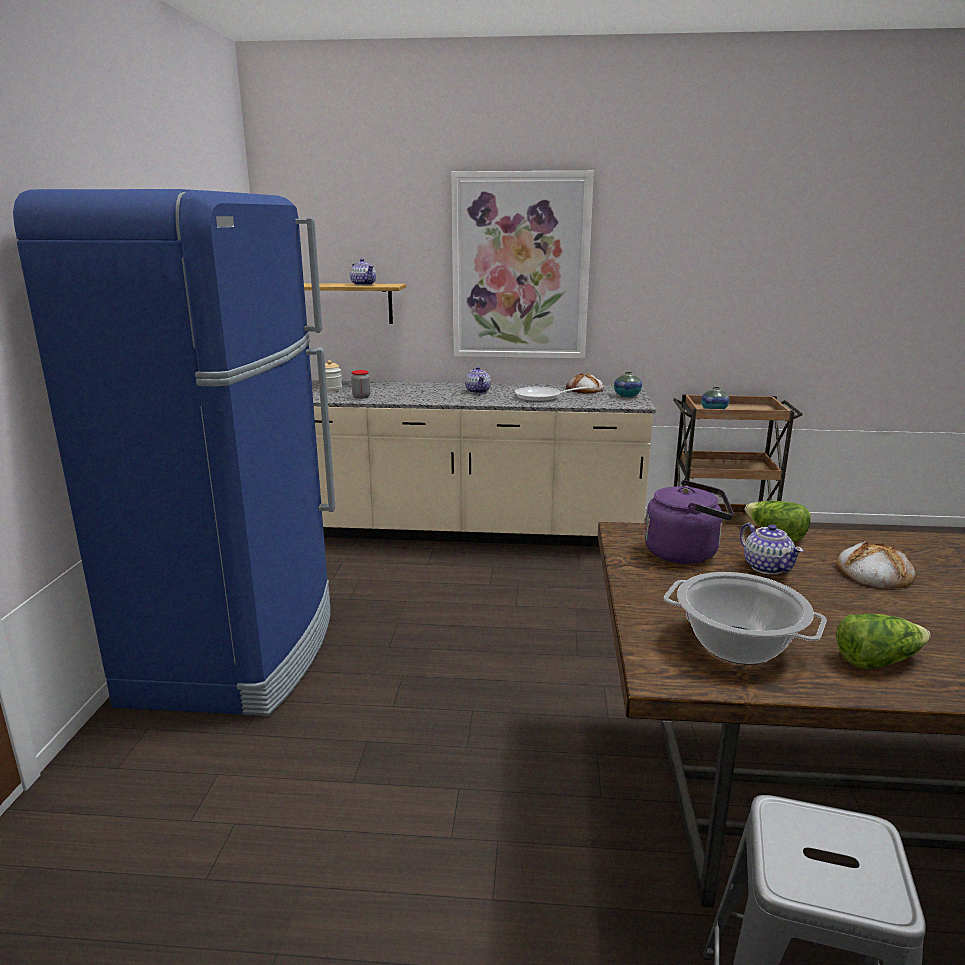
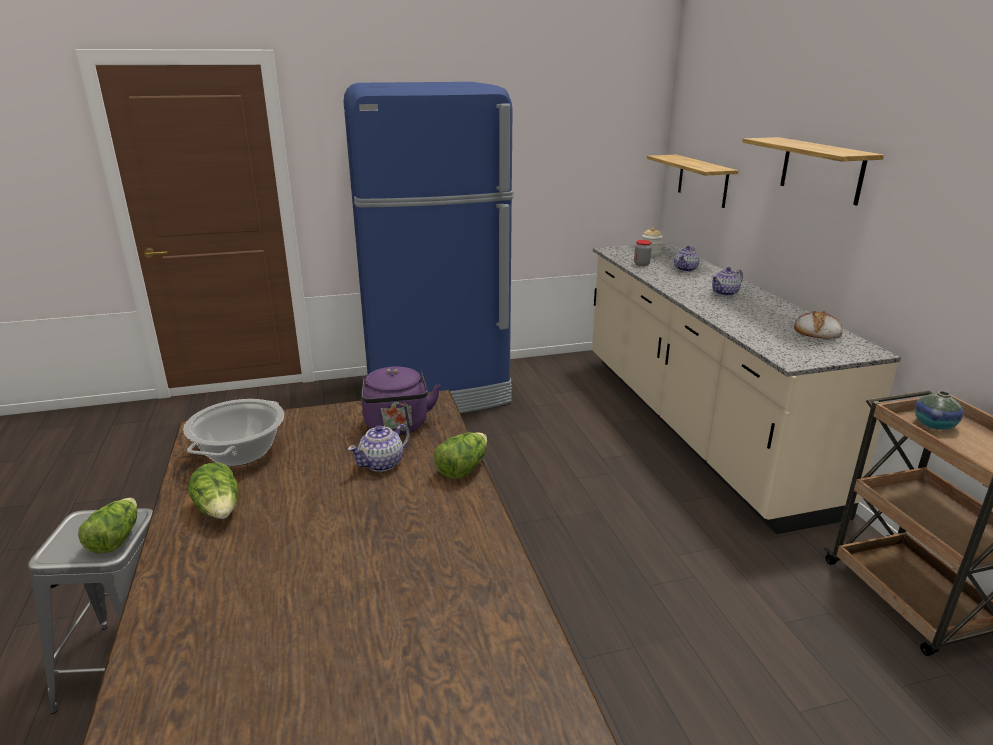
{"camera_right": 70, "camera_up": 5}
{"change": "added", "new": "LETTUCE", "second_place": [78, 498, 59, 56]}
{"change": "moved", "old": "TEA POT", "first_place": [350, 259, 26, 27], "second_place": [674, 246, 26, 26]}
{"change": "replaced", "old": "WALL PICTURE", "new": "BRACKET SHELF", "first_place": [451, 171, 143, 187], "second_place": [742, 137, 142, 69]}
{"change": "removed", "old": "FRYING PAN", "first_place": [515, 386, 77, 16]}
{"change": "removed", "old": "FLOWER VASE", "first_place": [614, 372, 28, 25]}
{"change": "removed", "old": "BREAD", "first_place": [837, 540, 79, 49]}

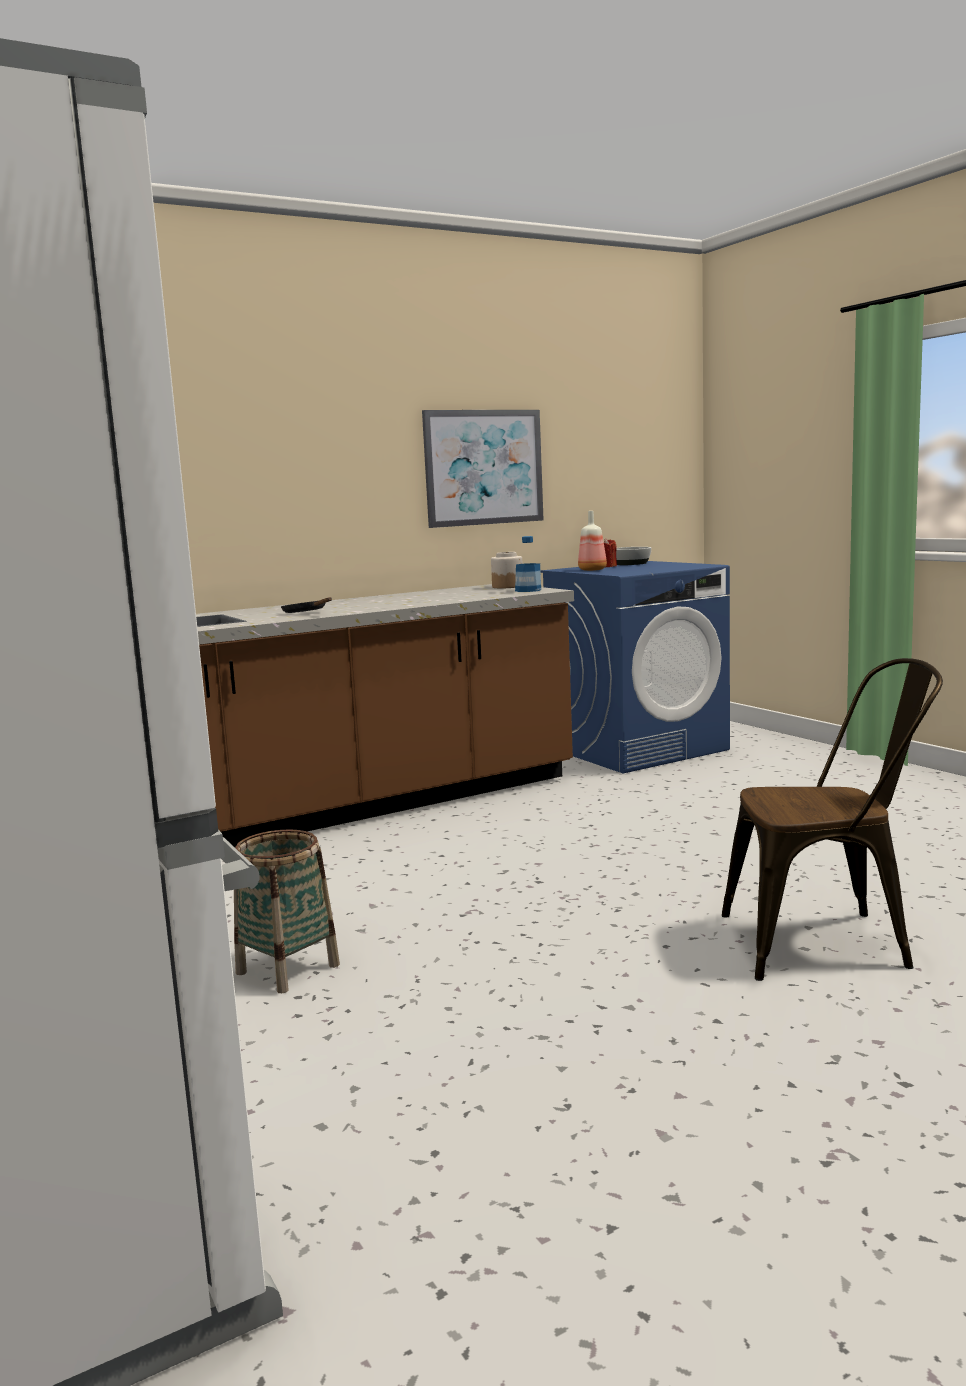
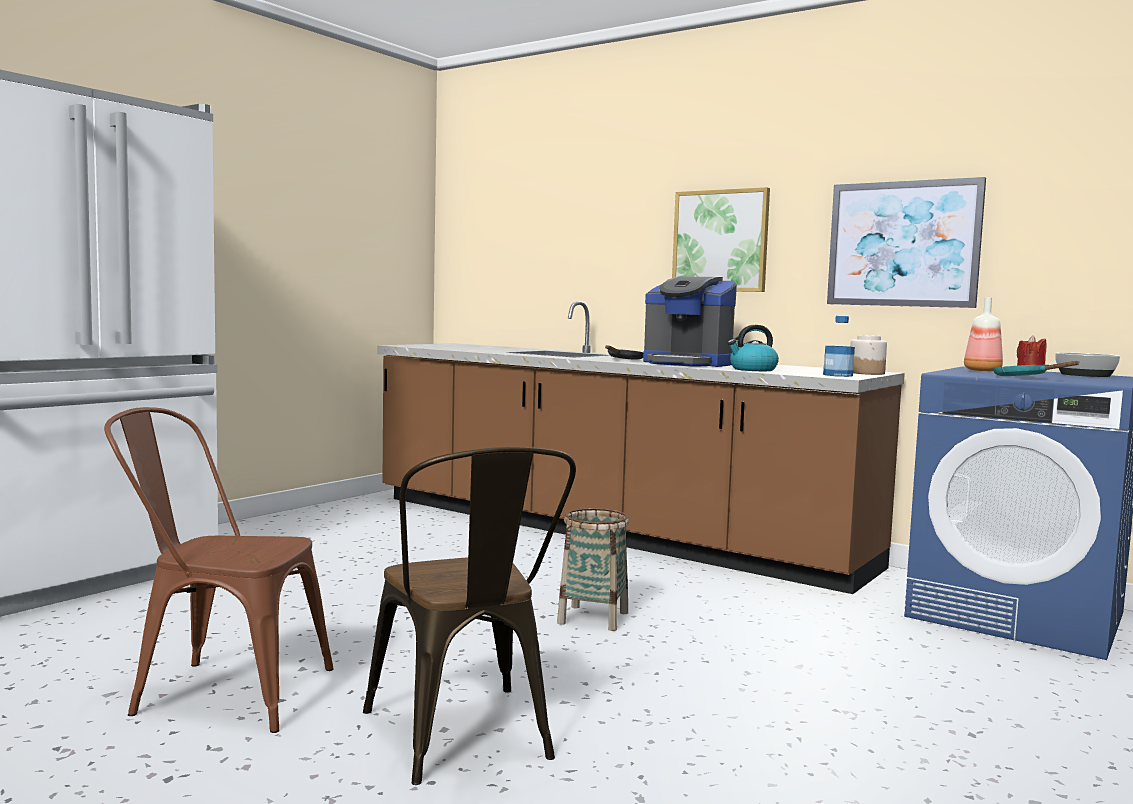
{"camera_right": 65, "camera_up": -5}
{"change": "added", "new": "BROWN-COLOURED UPRIGHT CHAIR", "second_place": [104, 407, 230, 326]}
{"change": "moved", "old": "HOUSEHOLD BASKET", "first_place": [234, 829, 106, 164], "second_place": [557, 508, 72, 123]}
{"change": "added", "new": "COFFEE MAKER", "second_place": [643, 277, 94, 90]}
{"change": "added", "new": "WALL PICTURE", "second_place": [672, 187, 98, 105]}
{"change": "added", "new": "TEA KETTLE", "second_place": [728, 325, 51, 46]}
{"change": "added", "new": "TURQUOISE-COLOURED FRYING PAN", "second_place": [992, 361, 87, 15]}

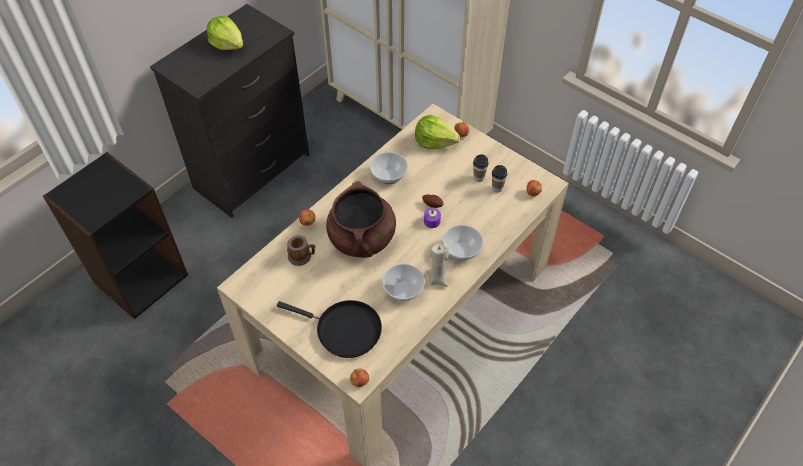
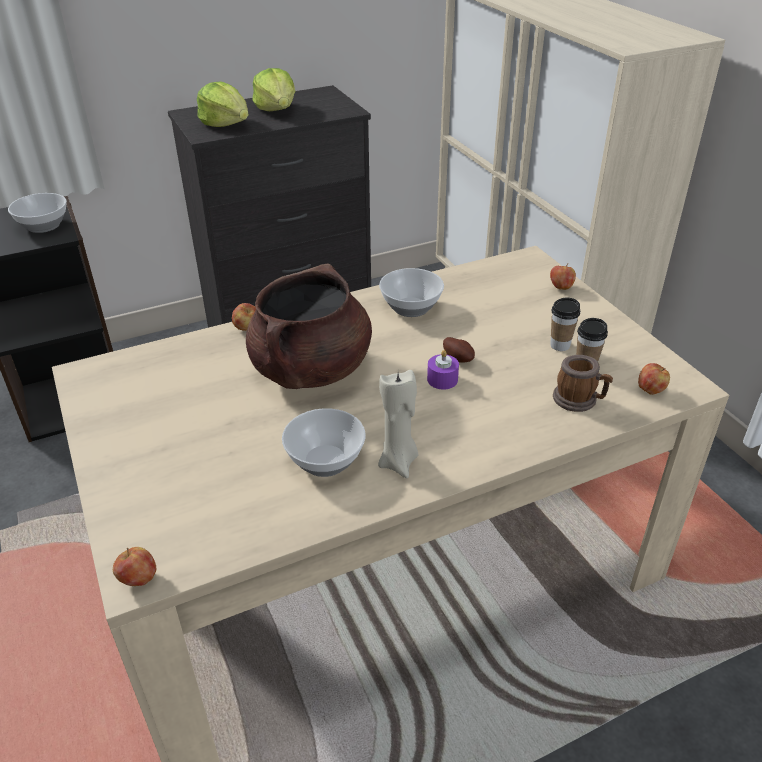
{"camera_right": 25, "camera_up": -15}
{"change": "moved", "old": "DEEP DISH", "first_place": [442, 225, 41, 35], "second_place": [8, 193, 59, 40]}
{"change": "moved", "old": "LETTUCE", "first_place": [415, 115, 45, 34], "second_place": [197, 81, 52, 46]}
{"change": "moved", "old": "COFFEE MUG", "first_place": [287, 235, 28, 31], "second_place": [553, 355, 60, 57]}
{"change": "removed", "old": "BLACK FRYING PAN", "first_place": [277, 300, 105, 58]}

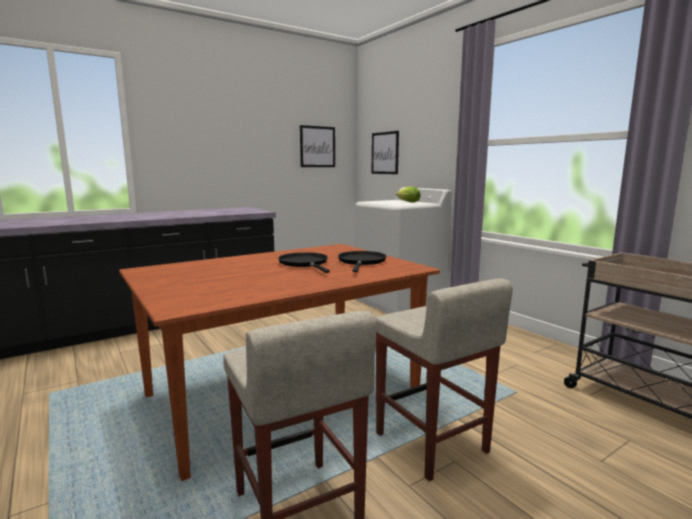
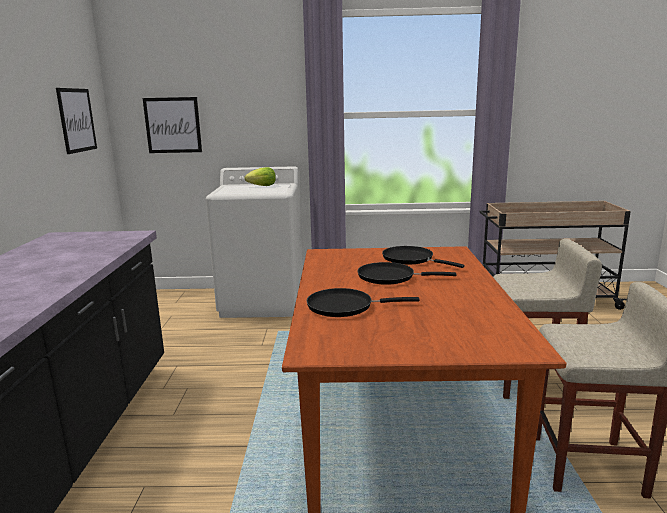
{"camera_right": -55, "camera_up": 5}
{"change": "added", "new": "BLACK FRYING PAN", "second_place": [306, 288, 113, 29]}

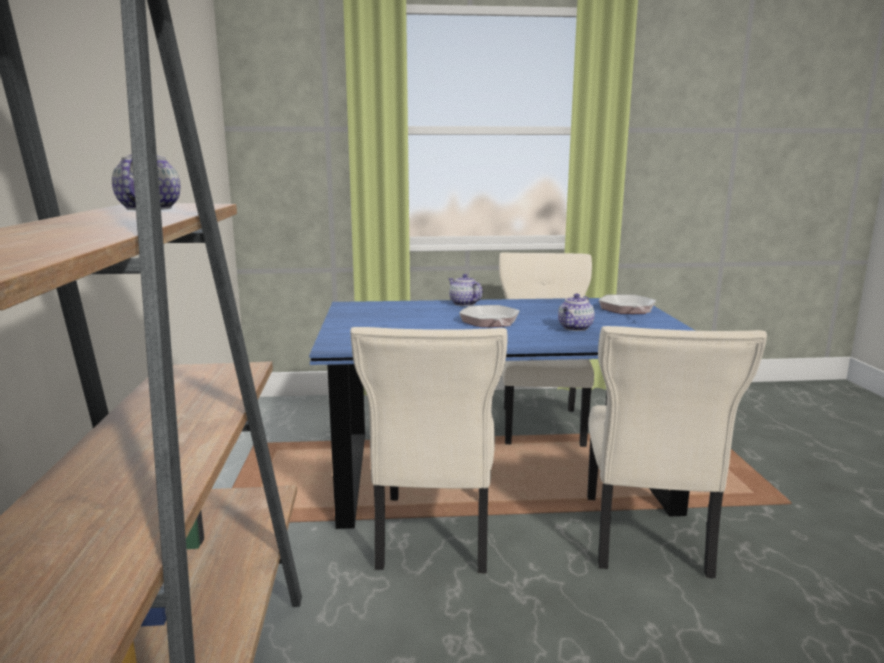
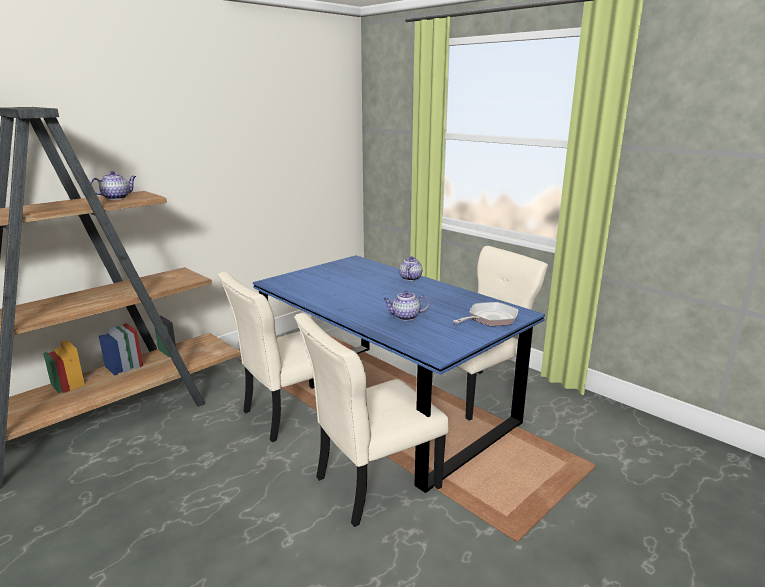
{"camera_right": 50, "camera_up": 5}
{"change": "removed", "old": "FRYING PAN", "first_place": [459, 305, 61, 22]}

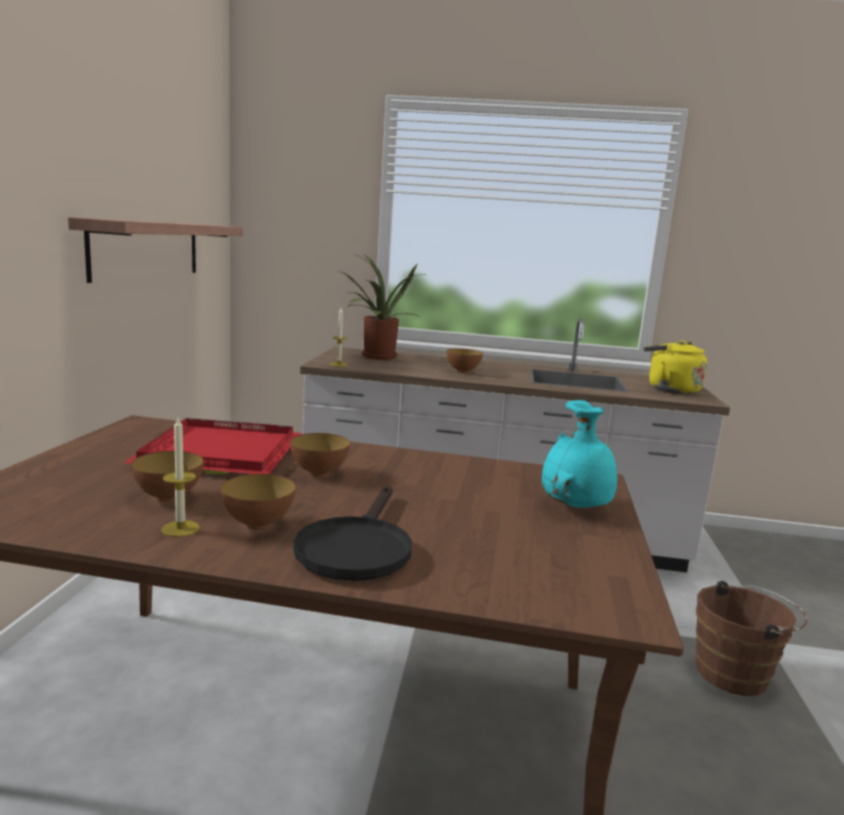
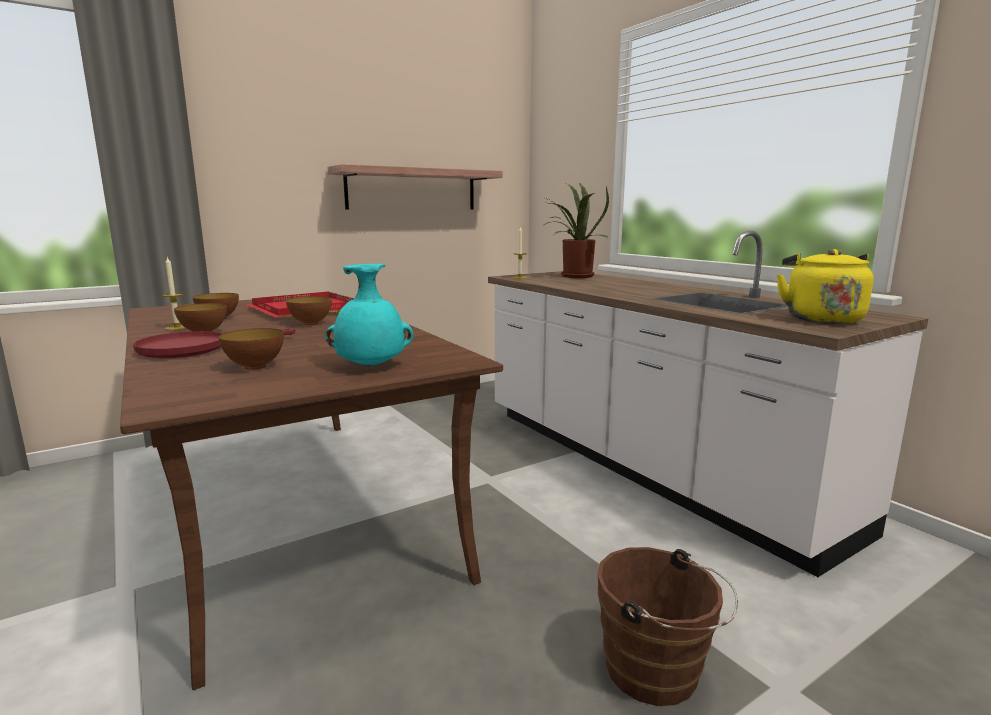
{"camera_right": 50, "camera_up": 0}
{"change": "recoloured", "old": "BLACK FRYING PAN", "new": "REDDISH FRYING PAN", "first_place": [293, 486, 119, 95], "second_place": [133, 328, 162, 30]}
{"change": "moved", "old": "DEEP DISH", "first_place": [447, 348, 36, 25], "second_place": [219, 328, 65, 42]}

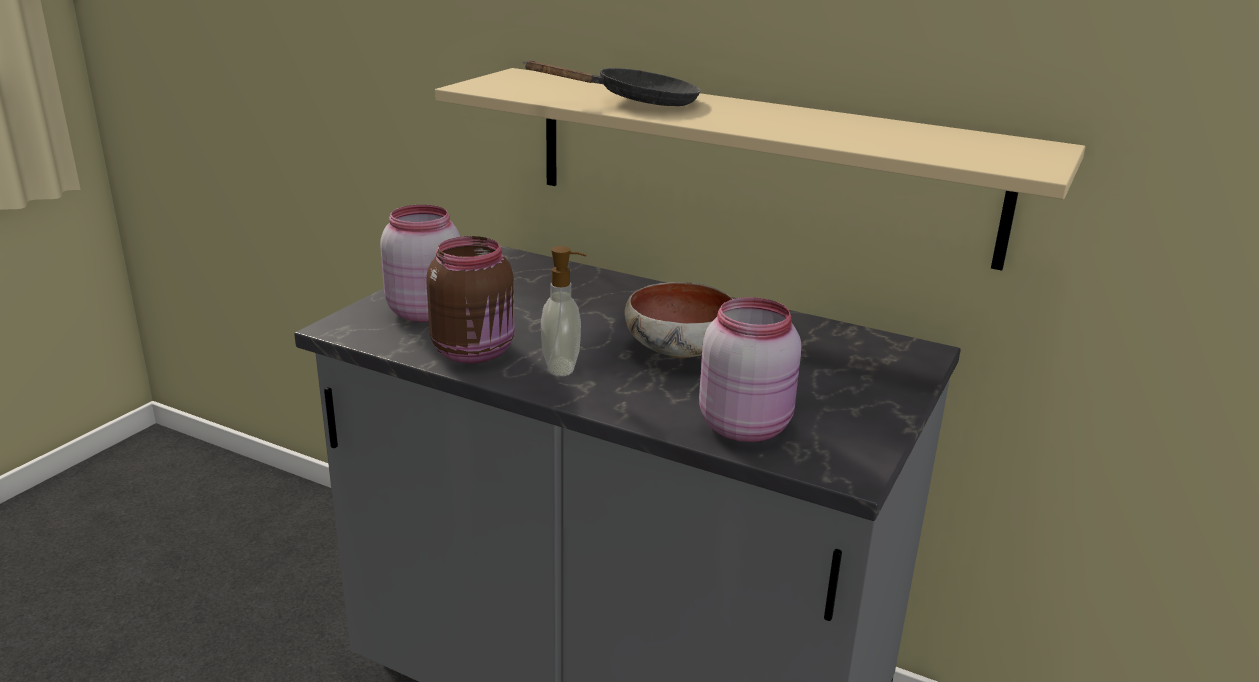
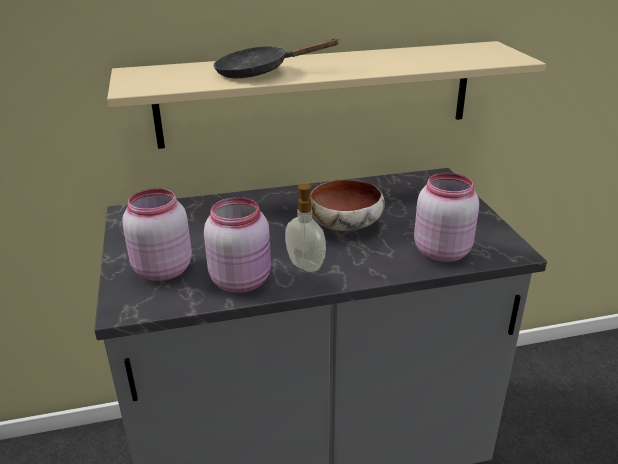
{"camera_right": -40, "camera_up": 5}
{"change": "recoloured", "old": "BROWN-COLOURED STORAGE JAR", "new": "PINK-COLOURED STORAGE JAR", "first_place": [426, 236, 89, 128], "second_place": [204, 197, 67, 96]}
{"change": "turned", "old": "BLACK FRYING PAN", "first_place": [522, 60, 179, 46], "second_place": [213, 38, 127, 40], "degrees": -135}

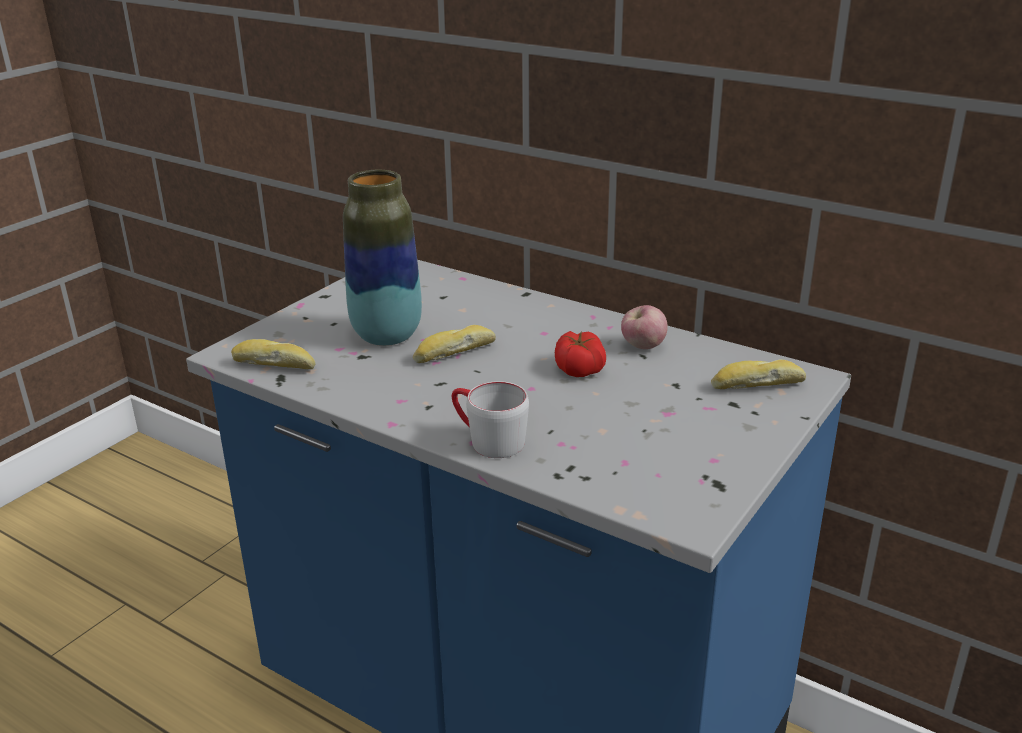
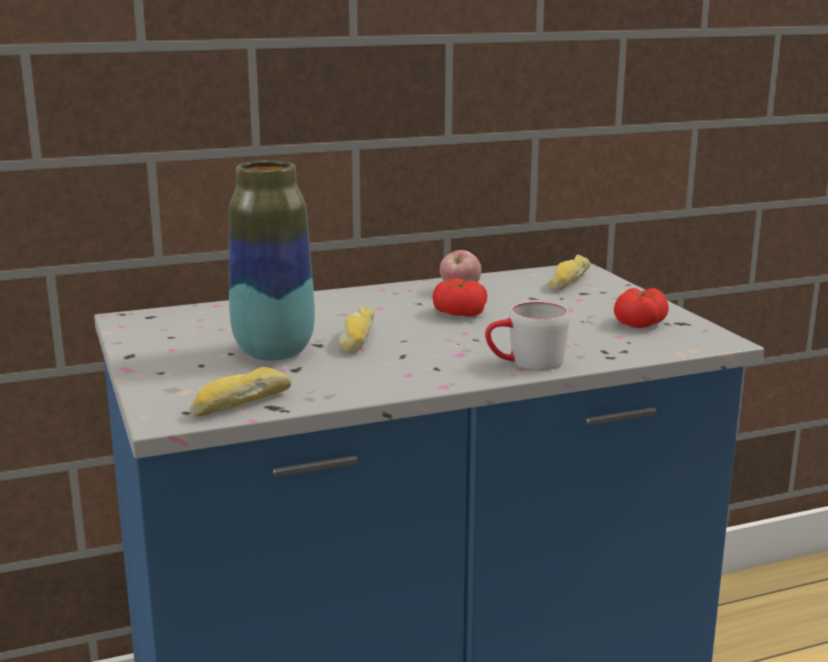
{"camera_right": -55, "camera_up": -10}
{"change": "added", "new": "TOMATO", "second_place": [614, 288, 55, 40]}

